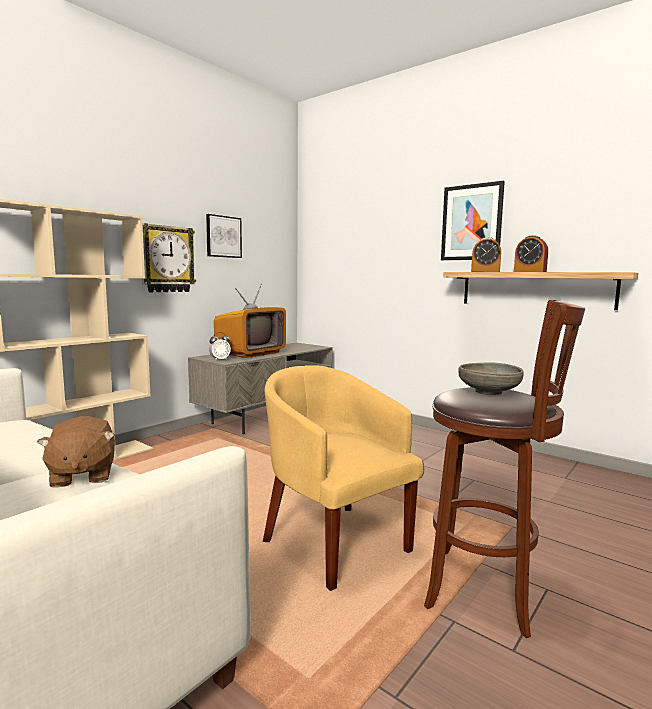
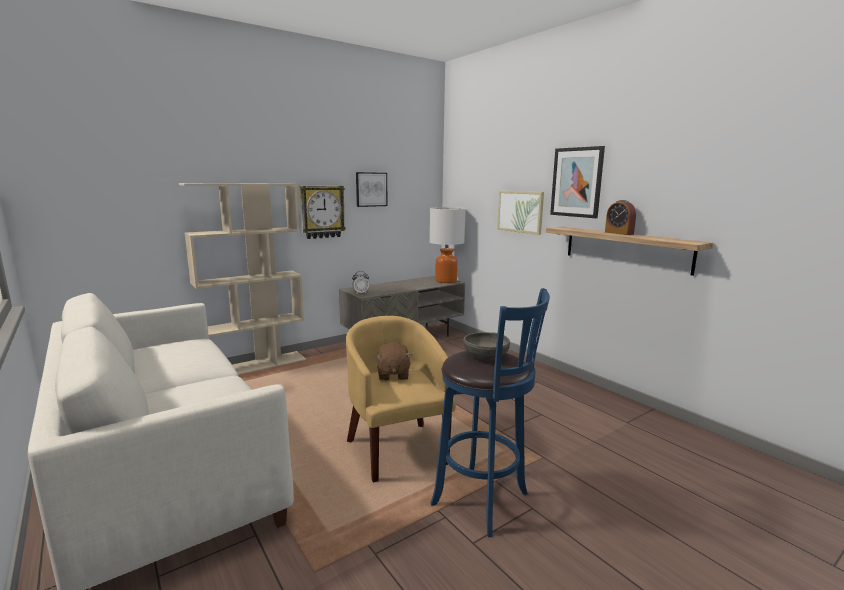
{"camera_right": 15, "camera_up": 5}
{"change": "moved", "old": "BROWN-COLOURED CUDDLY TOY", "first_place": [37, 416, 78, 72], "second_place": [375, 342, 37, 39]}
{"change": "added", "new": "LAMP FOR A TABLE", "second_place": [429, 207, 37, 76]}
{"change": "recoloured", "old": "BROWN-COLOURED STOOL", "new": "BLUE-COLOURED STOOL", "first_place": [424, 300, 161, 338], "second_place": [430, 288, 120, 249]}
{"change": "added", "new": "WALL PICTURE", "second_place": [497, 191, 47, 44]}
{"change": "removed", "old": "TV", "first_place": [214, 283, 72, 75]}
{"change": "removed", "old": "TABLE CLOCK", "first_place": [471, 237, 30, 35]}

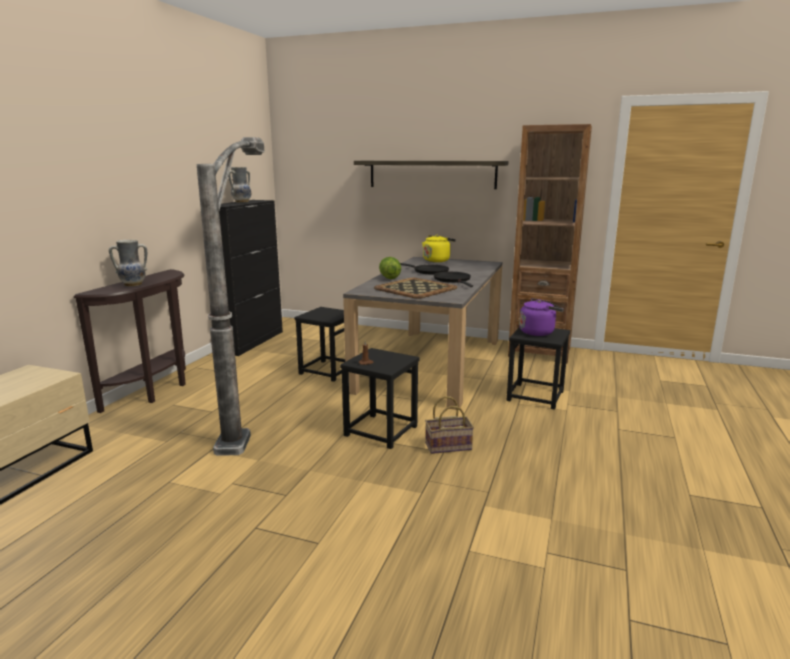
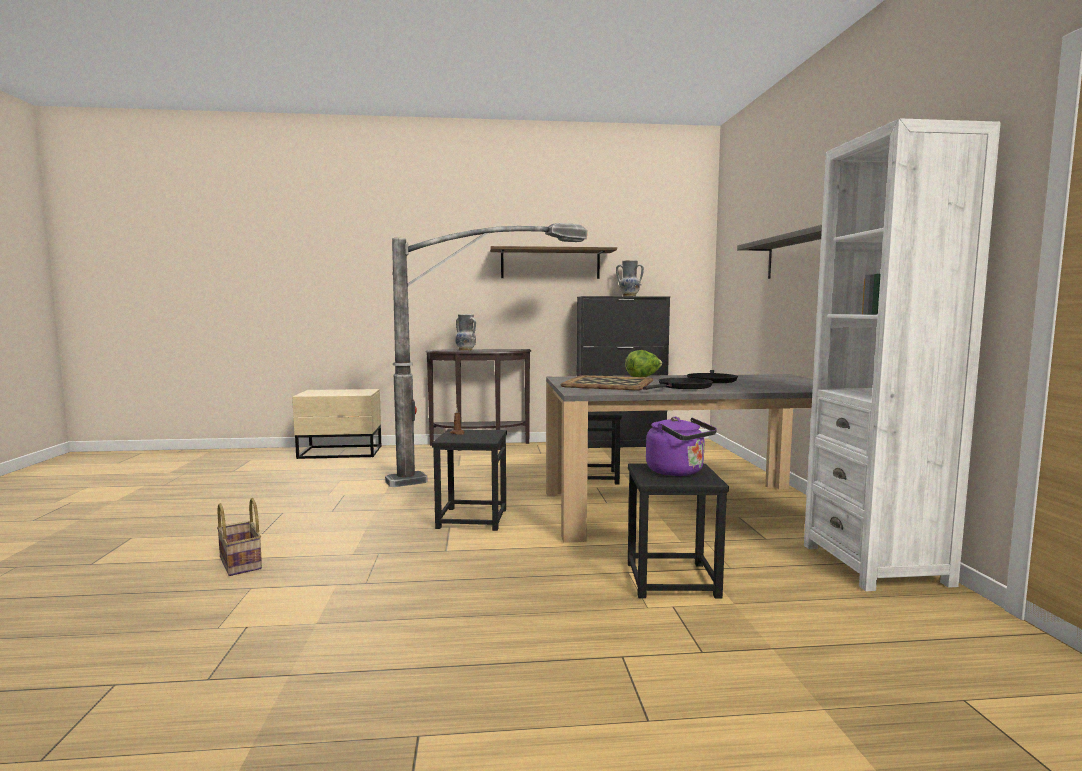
{"camera_right": 65, "camera_up": -10}
{"change": "moved", "old": "HOUSEHOLD BASKET", "first_place": [425, 396, 49, 58], "second_place": [217, 498, 45, 78]}
{"change": "added", "new": "BRACKET SHELF", "second_place": [490, 246, 127, 33]}
{"change": "recoloured", "old": "BROWN-COLOURED SHELVING UNIT", "new": "WHITE SHELVING UNIT", "first_place": [508, 124, 84, 239], "second_place": [804, 118, 197, 473]}
{"change": "removed", "old": "YELLOW-COLOURED TEA KETTLE", "first_place": [422, 235, 34, 27]}

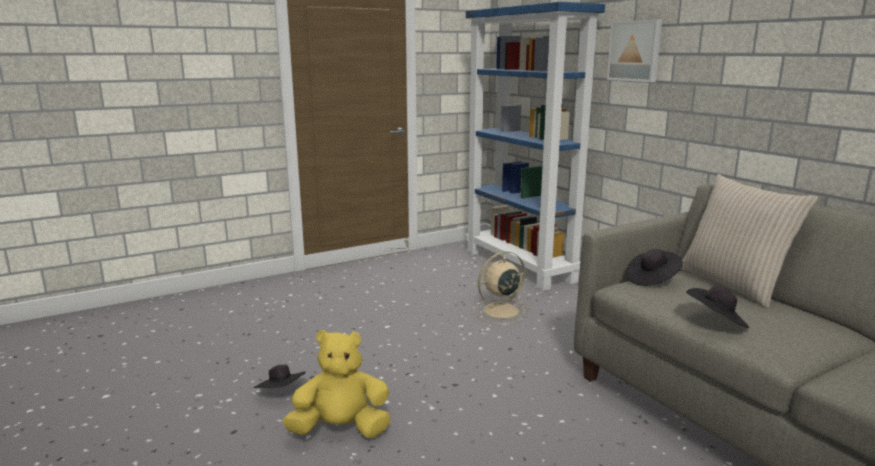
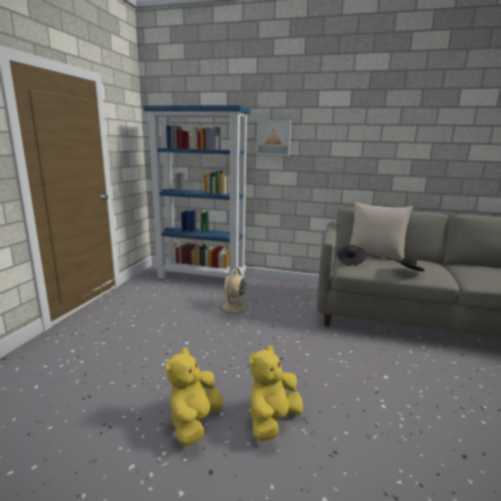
{"camera_right": -45, "camera_up": 0}
{"change": "replaced", "old": "BLACK WEARABLE HAT", "new": "YELLOW-COLOURED CUDDLY TOY", "first_place": [254, 365, 52, 23], "second_place": [166, 347, 58, 99]}

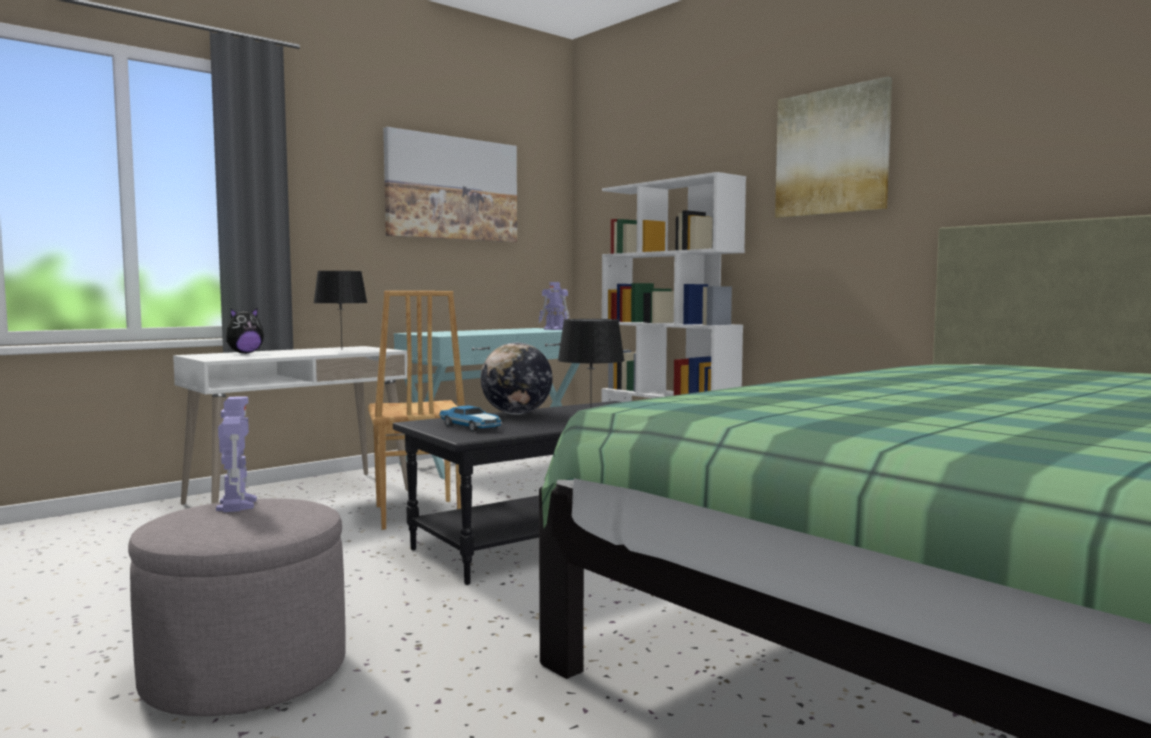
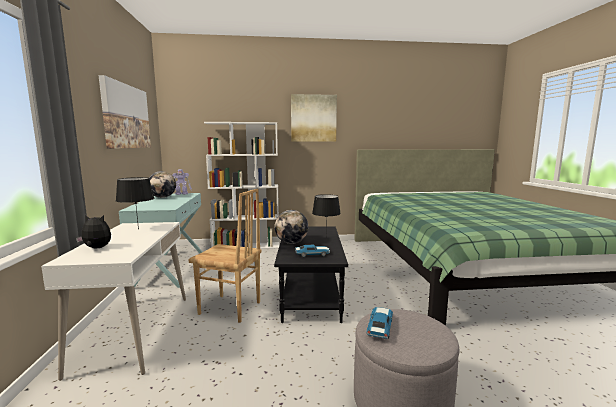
{"camera_right": -55, "camera_up": 5}
{"change": "turned", "old": "CUDDLY TOY", "first_place": [226, 308, 38, 46], "second_place": [76, 214, 35, 34], "degrees": -75}
{"change": "added", "new": "DESK GLOBE", "second_place": [149, 171, 27, 27]}
{"change": "replaced", "old": "MODEL ROBOT", "new": "MINIATURE CAR", "first_place": [216, 396, 41, 116], "second_place": [367, 307, 26, 32]}

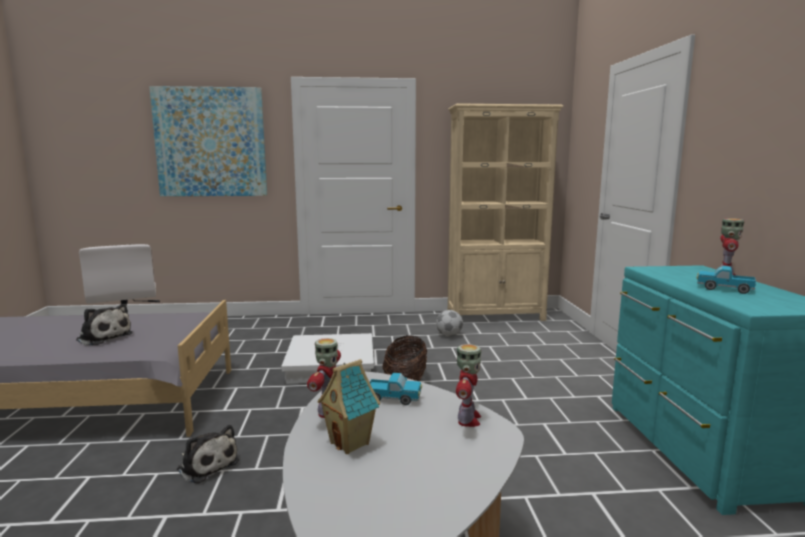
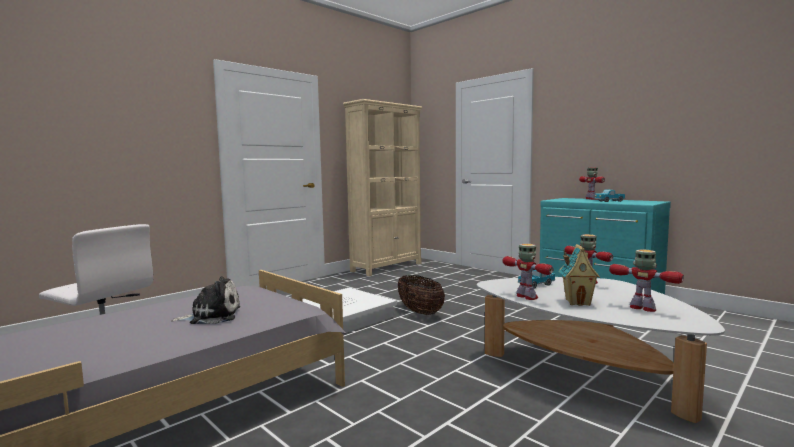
{"camera_right": -40, "camera_up": -5}
{"change": "added", "new": "MODEL ROBOT", "second_place": [609, 249, 75, 63]}
{"change": "removed", "old": "WALL PICTURE", "first_place": [149, 86, 118, 110]}
{"change": "removed", "old": "CUDDLY TOY", "first_place": [177, 425, 62, 59]}
{"change": "removed", "old": "FOOTBALL", "first_place": [436, 310, 27, 27]}

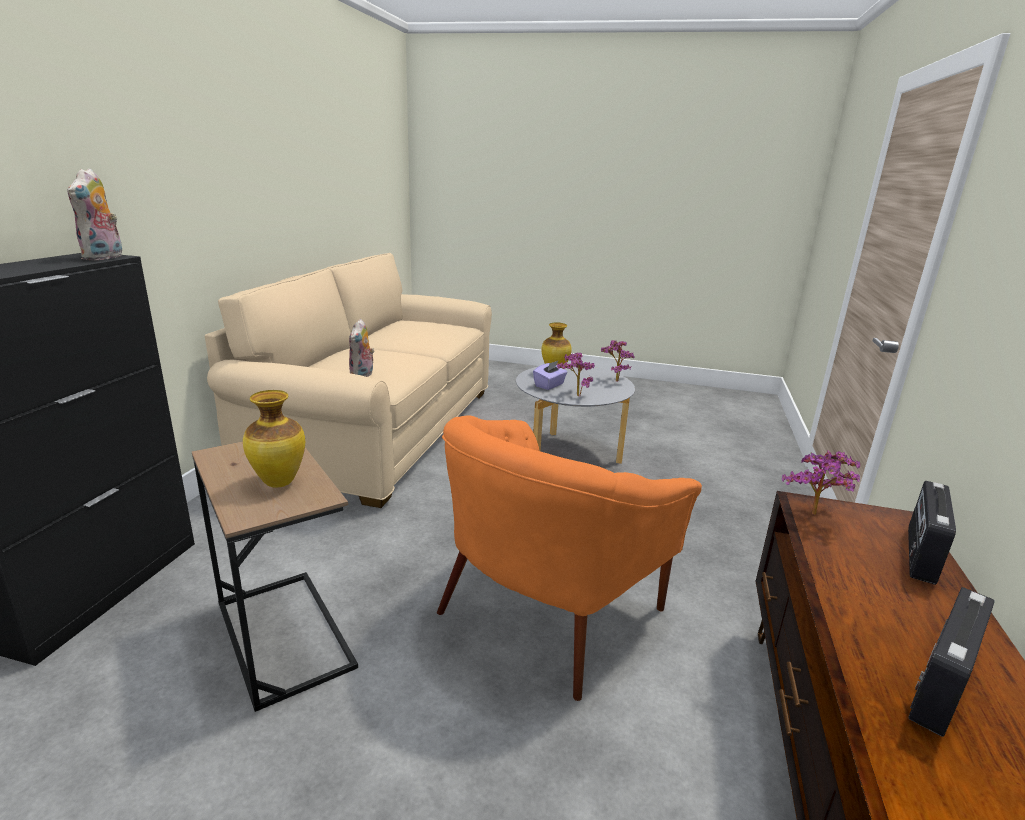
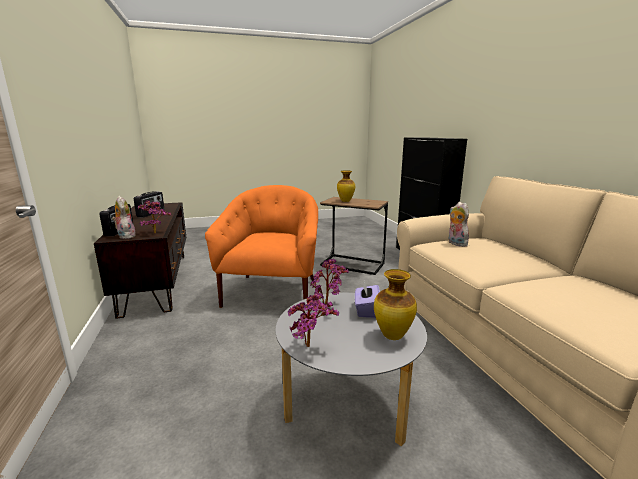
{"camera_right": 150, "camera_up": -5}
{"change": "moved", "old": "CUDDLY TOY", "first_place": [67, 168, 55, 93], "second_place": [112, 196, 24, 43]}

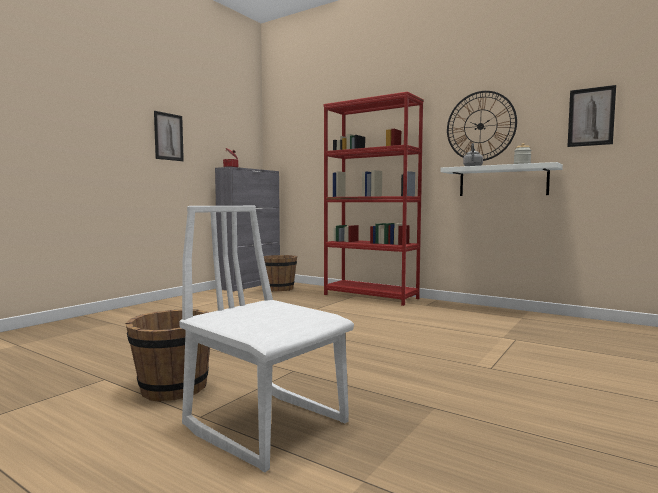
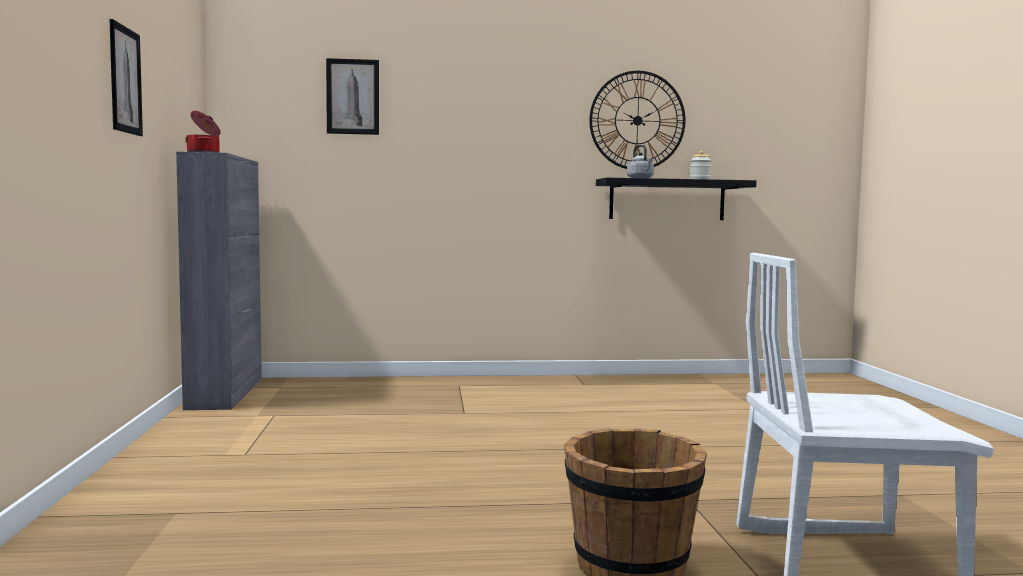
{"camera_right": -40, "camera_up": 0}
{"change": "moved", "old": "WALL PICTURE", "first_place": [567, 85, 49, 62], "second_place": [326, 58, 53, 77]}
{"change": "recoloured", "old": "WHITE BRACKET SHELF", "new": "BLACK BRACKET SHELF", "first_place": [440, 162, 123, 34], "second_place": [596, 178, 161, 42]}
{"change": "removed", "old": "BROWN-COLOURED PAIL", "first_place": [264, 255, 33, 36]}
{"change": "removed", "old": "REDDISH SHELVING UNIT", "first_place": [323, 91, 101, 215]}

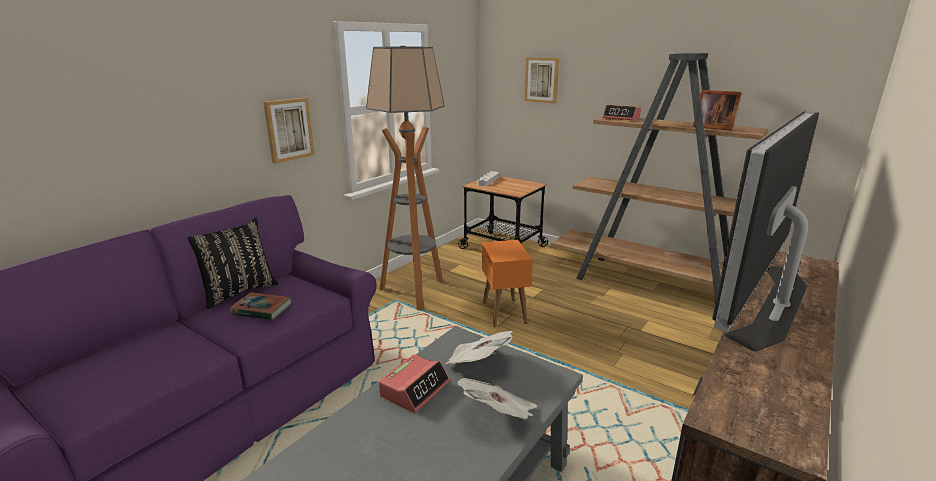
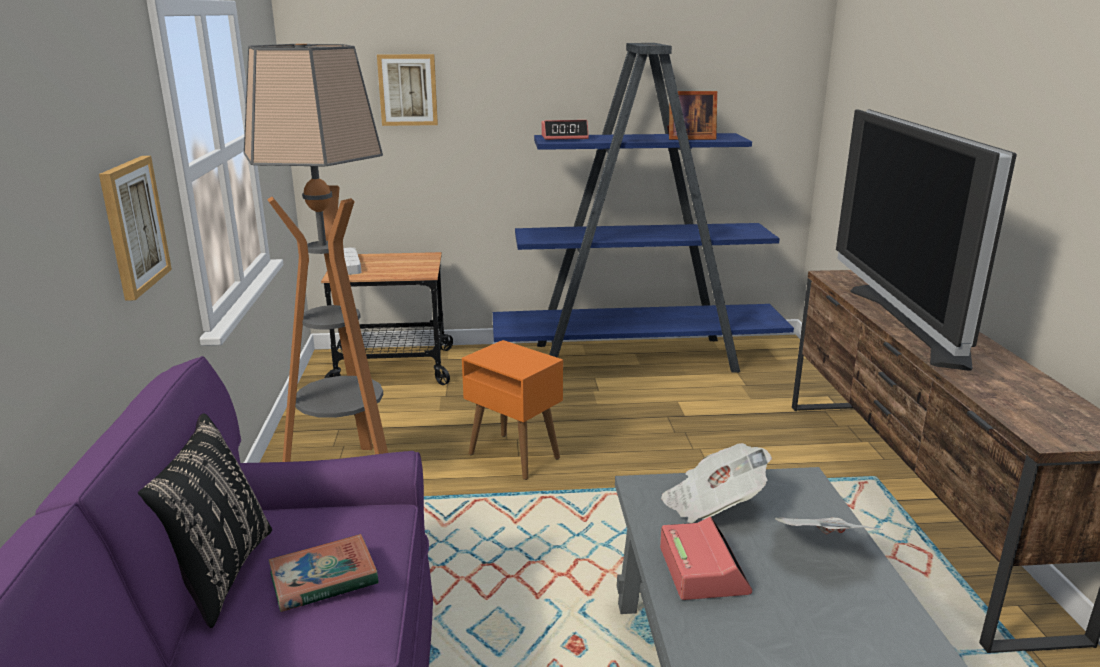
{"camera_right": -40, "camera_up": 0}
{"change": "recoloured", "old": "BROWN-COLOURED SHELVING UNIT", "new": "BLUE-COLOURED SHELVING UNIT", "first_place": [551, 53, 217, 249], "second_place": [493, 43, 301, 330]}

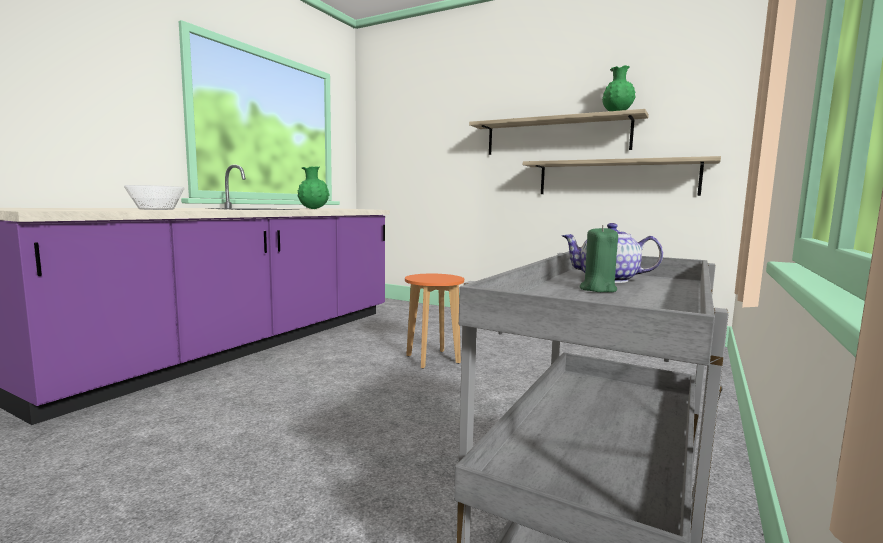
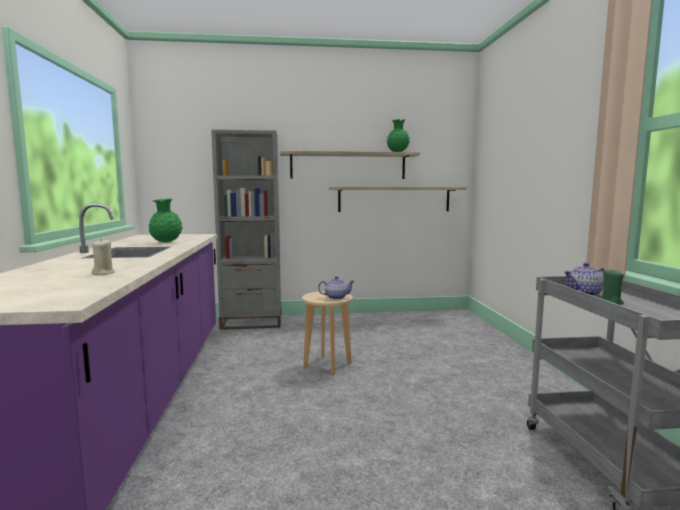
{"camera_right": -35, "camera_up": 0}
{"change": "replaced", "old": "DEEP DISH", "new": "SAND-COLOURED CANDLE", "first_place": [124, 185, 61, 25], "second_place": [92, 240, 23, 35]}
{"change": "added", "new": "GREY SHELVING UNIT", "second_place": [211, 130, 70, 200]}
{"change": "recoloured", "old": "ORANGE STOOL", "new": "SAND-COLOURED STOOL", "first_place": [405, 274, 59, 95], "second_place": [302, 291, 51, 84]}
{"change": "added", "new": "TEA POT", "second_place": [318, 276, 37, 23]}

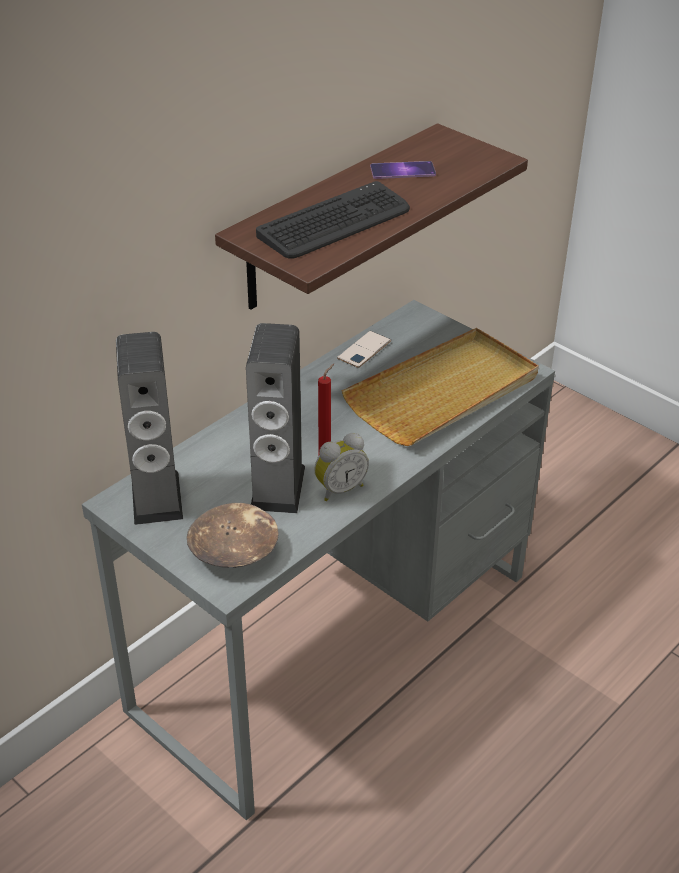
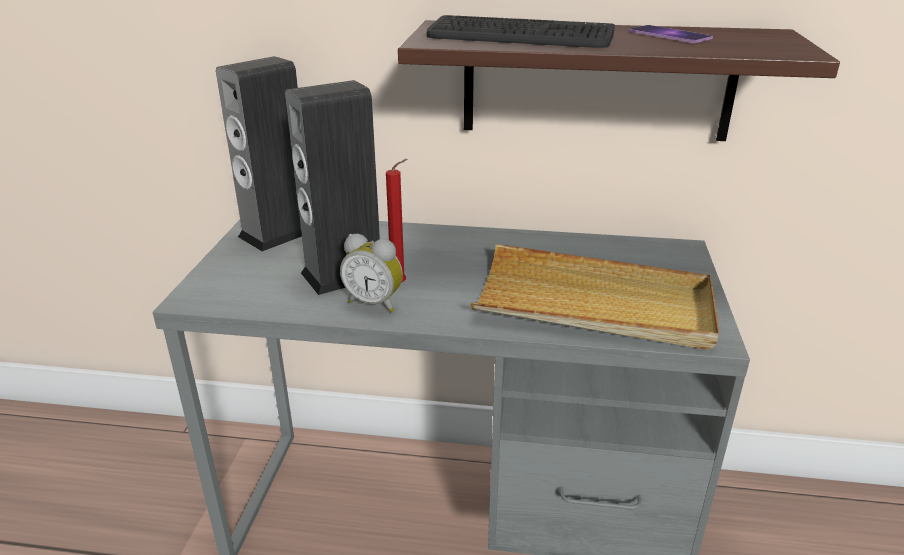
{"camera_right": 55, "camera_up": -10}
{"change": "removed", "old": "BROWN-COLOURED DEEP DISH", "first_place": [187, 503, 92, 65]}
{"change": "removed", "old": "HANDSET", "first_place": [337, 331, 54, 37]}

